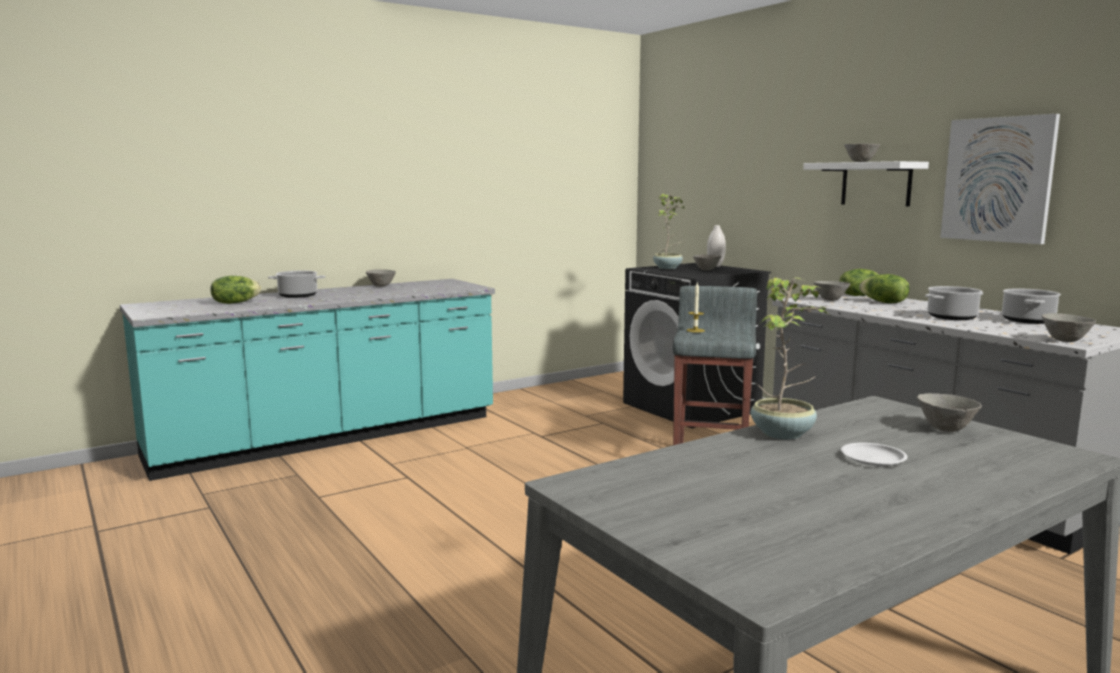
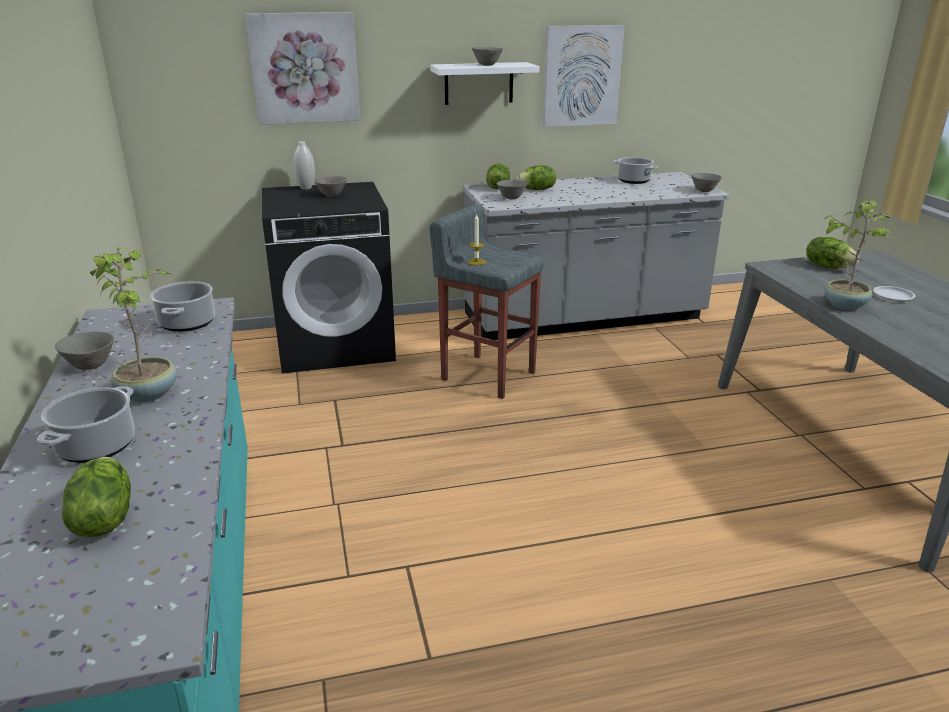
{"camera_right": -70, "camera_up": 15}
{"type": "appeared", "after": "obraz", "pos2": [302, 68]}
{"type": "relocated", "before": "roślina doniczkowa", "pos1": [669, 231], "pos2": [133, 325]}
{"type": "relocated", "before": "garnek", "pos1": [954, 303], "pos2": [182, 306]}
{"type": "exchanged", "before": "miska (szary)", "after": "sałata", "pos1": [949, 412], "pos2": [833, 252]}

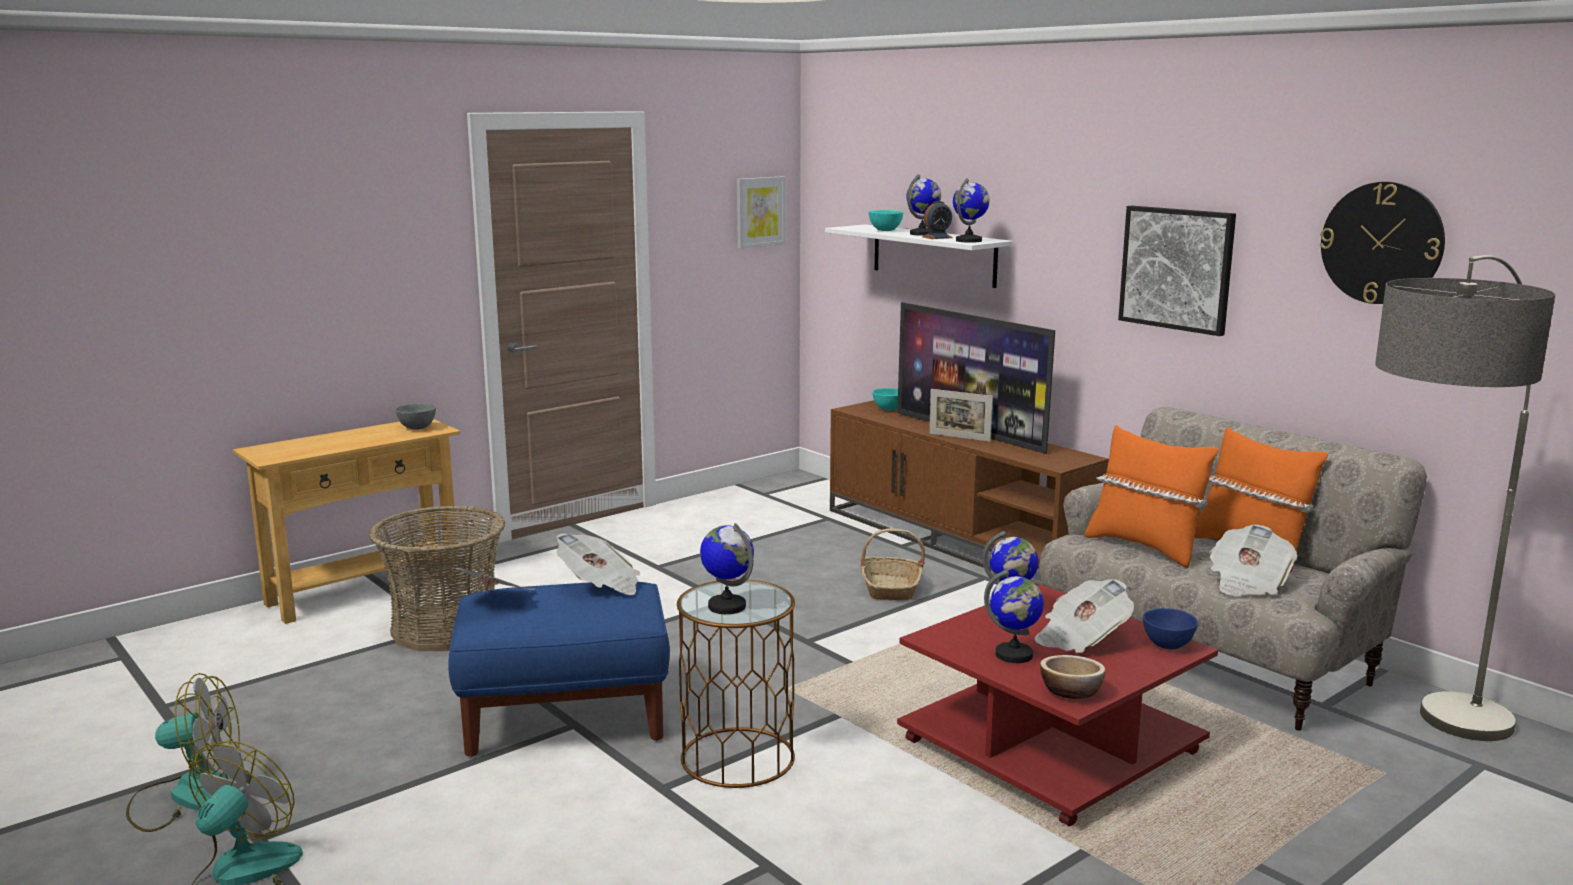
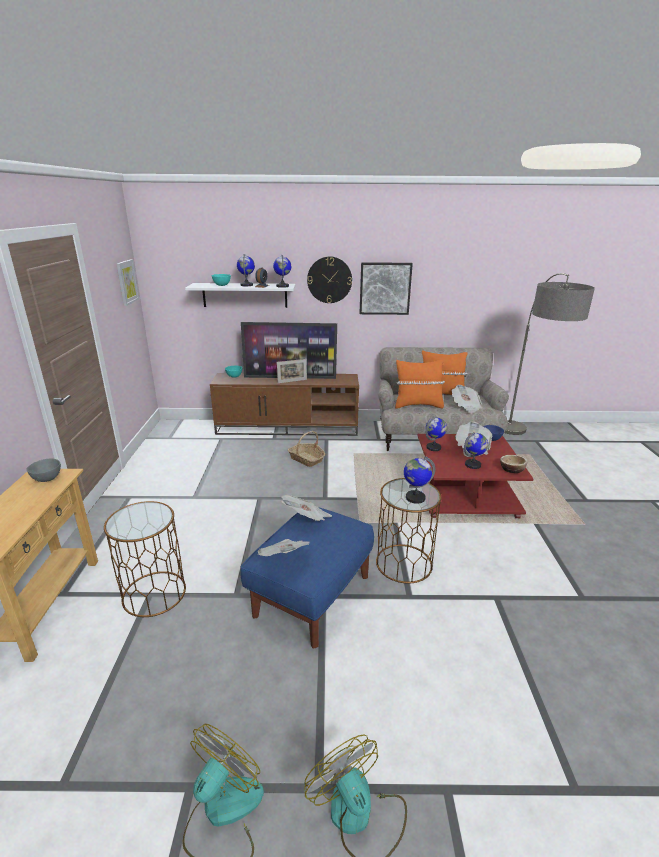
{"camera_right": -50, "camera_up": 10}
{"type": "relocated", "before": "zegar ścienny", "pos1": [1382, 243], "pos2": [329, 279]}
{"type": "exchanged", "before": "koszyk", "after": "stolik (brązowy)", "pos1": [437, 578], "pos2": [145, 559]}

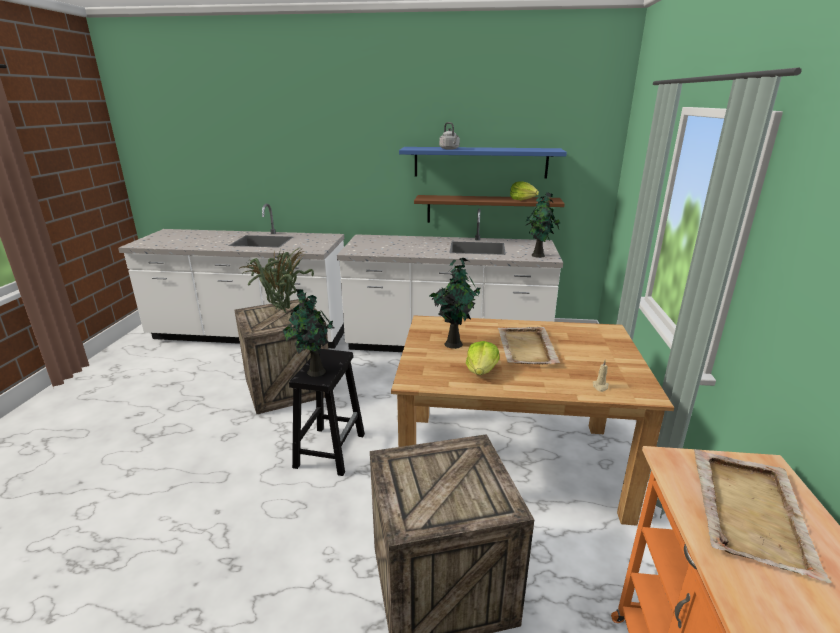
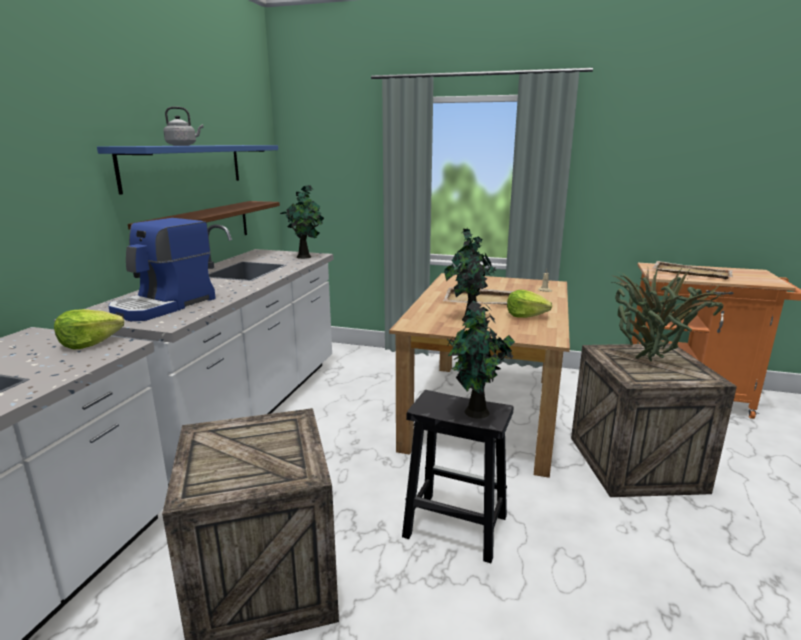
{"camera_right": -80, "camera_up": -5}
{"type": "appeared", "after": "ekspres do kawy", "pos2": [162, 269]}
{"type": "relocated", "before": "roślina doniczkowa", "pos1": [277, 280], "pos2": [668, 314]}
{"type": "relocated", "before": "sałata", "pos1": [524, 190], "pos2": [89, 329]}

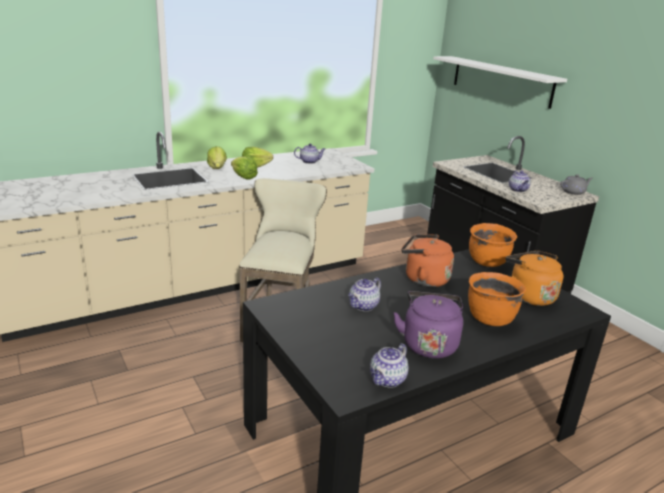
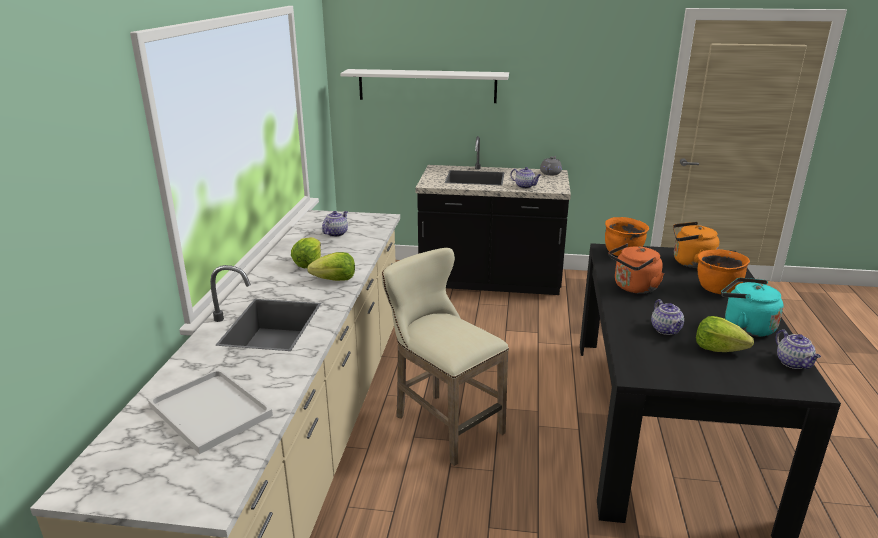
{"camera_right": -50, "camera_up": 0}
{"type": "appeared", "after": "taca (biały)", "pos2": [210, 411]}
{"type": "relocated", "before": "sałata", "pos1": [217, 157], "pos2": [725, 334]}
{"type": "colour", "before": "czajnik (fioletowy)", "after": "czajnik (turkusowy)", "pos1": [428, 325], "pos2": [752, 307]}

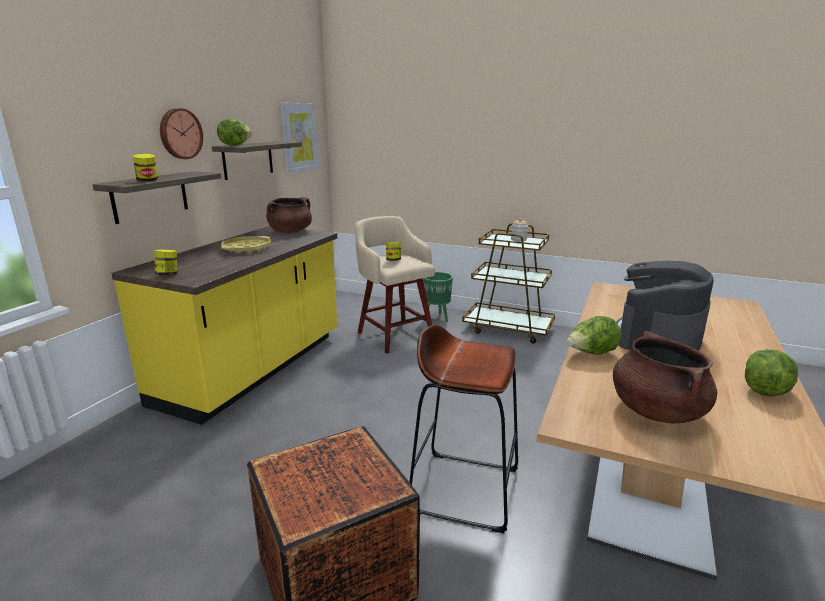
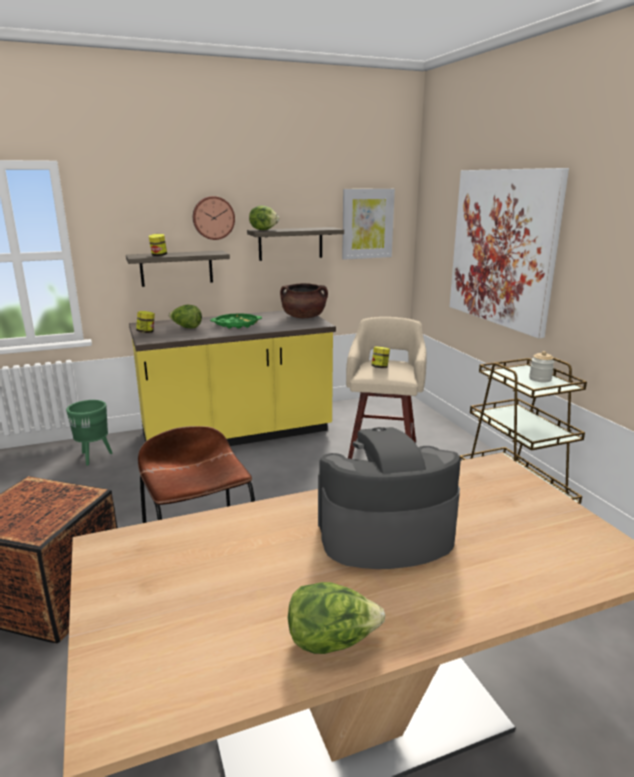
{"camera_right": 45, "camera_up": 0}
{"type": "missing", "before": "garnek (brązowy)", "pos1": [665, 377]}
{"type": "appeared", "after": "obraz", "pos2": [509, 253]}
{"type": "relocated", "before": "donica (zielony)", "pos1": [438, 297], "pos2": [89, 432]}
{"type": "relocated", "before": "sałata", "pos1": [594, 335], "pos2": [185, 316]}
{"type": "colour", "before": "taca (żółty)", "after": "taca (zielony)", "pos1": [246, 244], "pos2": [236, 321]}

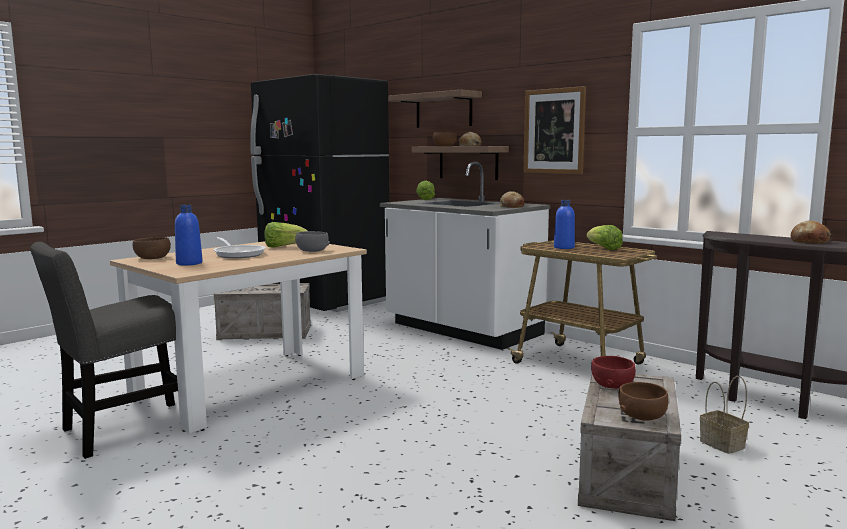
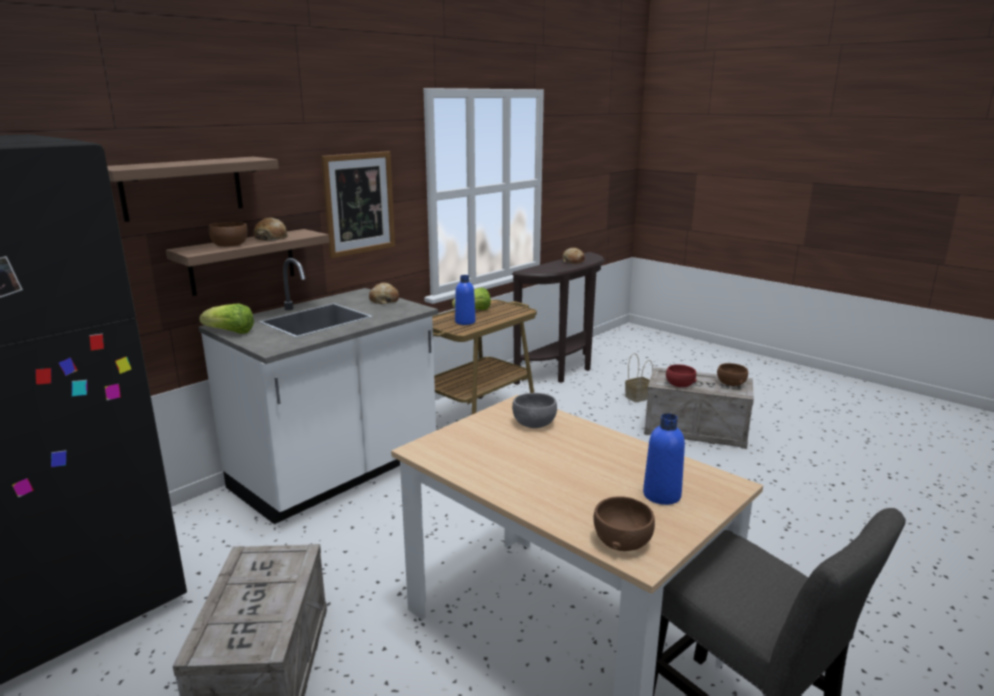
{"camera_right": -90, "camera_up": 10}
{"type": "missing", "before": "patelnia", "pos1": [240, 247]}
{"type": "missing", "before": "sałata", "pos1": [285, 235]}

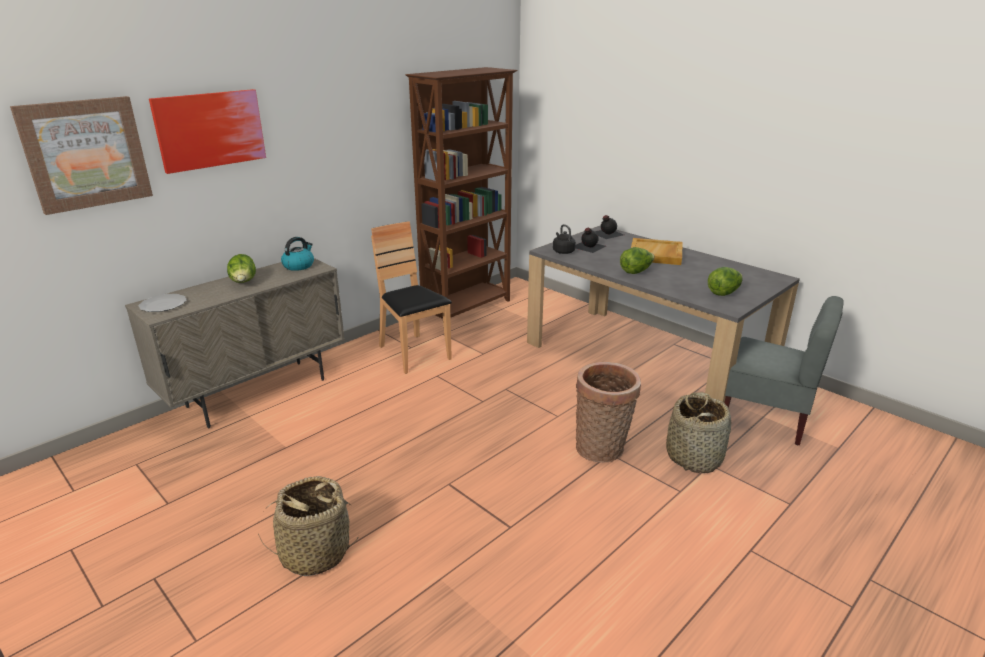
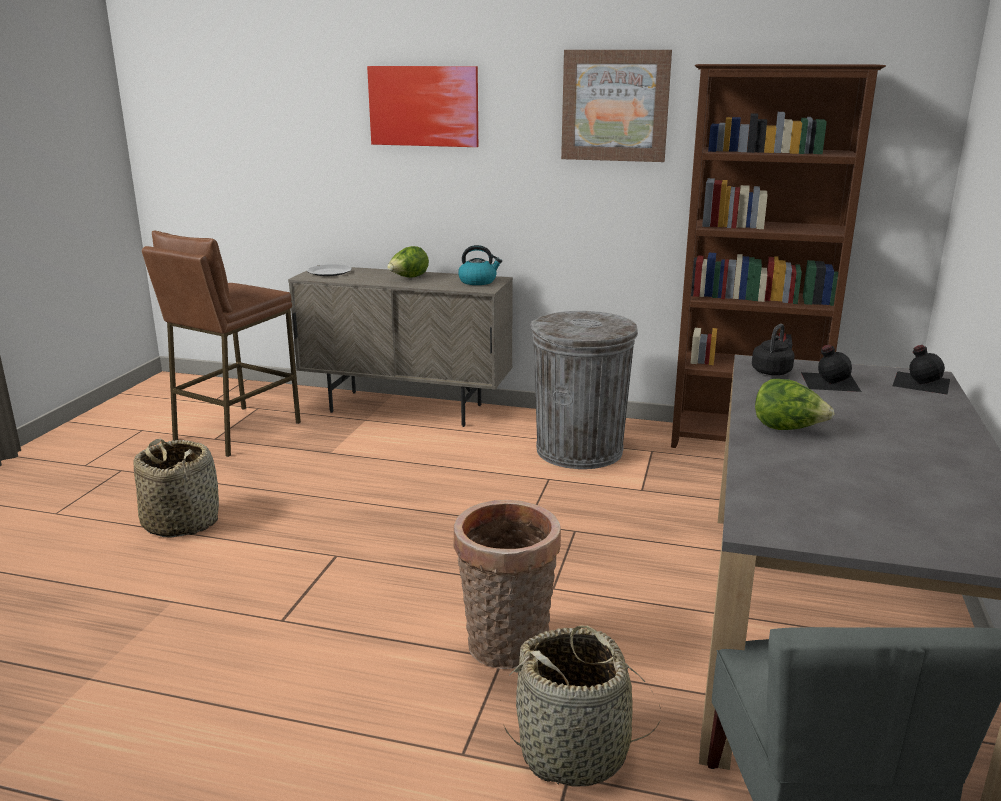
{"camera_right": 60, "camera_up": -5}
{"type": "missing", "before": "taca (beżowy)", "pos1": [657, 251]}
{"type": "missing", "before": "sałata", "pos1": [725, 281]}
{"type": "appeared", "after": "stołek (brązowy)", "pos2": [221, 344]}
{"type": "relocated", "before": "obraz", "pos1": [81, 155], "pos2": [616, 106]}
{"type": "exchanged", "before": "krzesło (brązowy)", "after": "kosz na śmieci (szary)", "pos1": [411, 297], "pos2": [584, 390]}

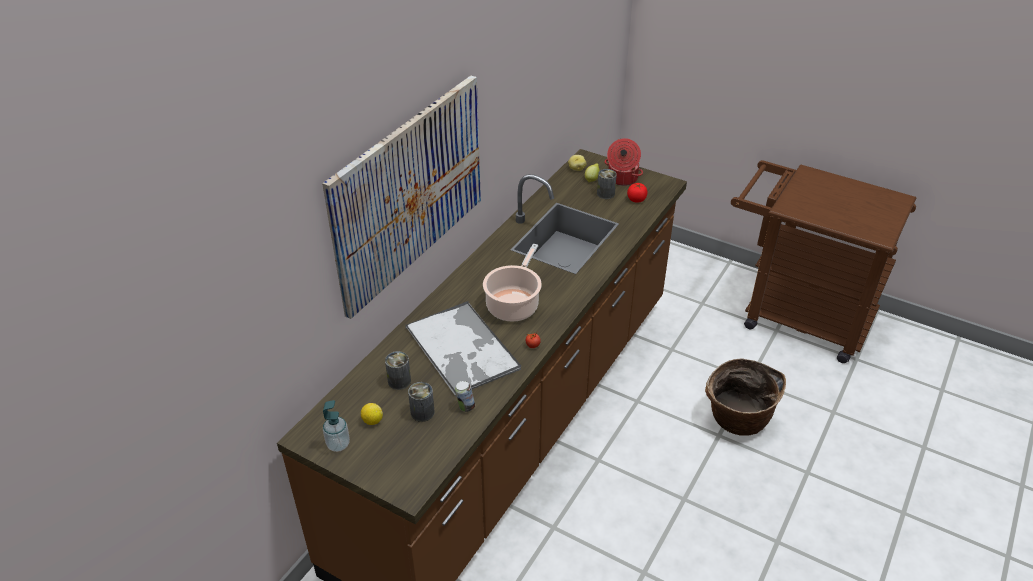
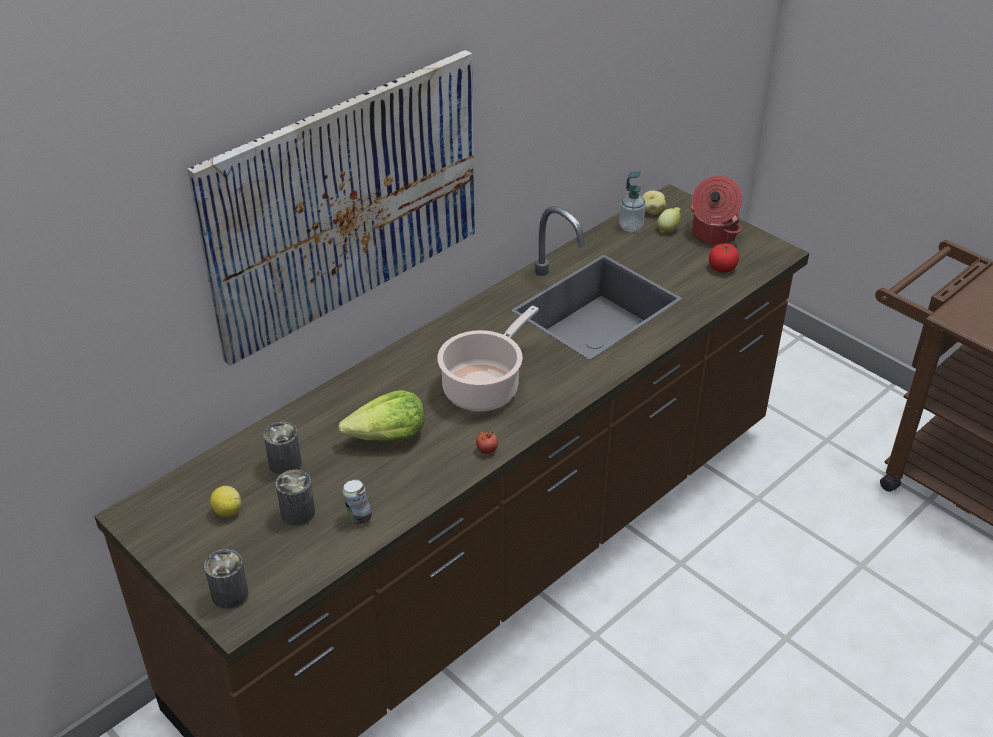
{"camera_right": 15, "camera_up": 0}
{"type": "missing", "before": "koszyk", "pos1": [745, 397]}
{"type": "relocated", "before": "dozownik mydła", "pos1": [336, 426], "pos2": [632, 201]}
{"type": "relocated", "before": "puszka", "pos1": [607, 184], "pos2": [226, 579]}
{"type": "exchanged", "before": "taca", "after": "sałata", "pos1": [463, 348], "pos2": [381, 415]}

